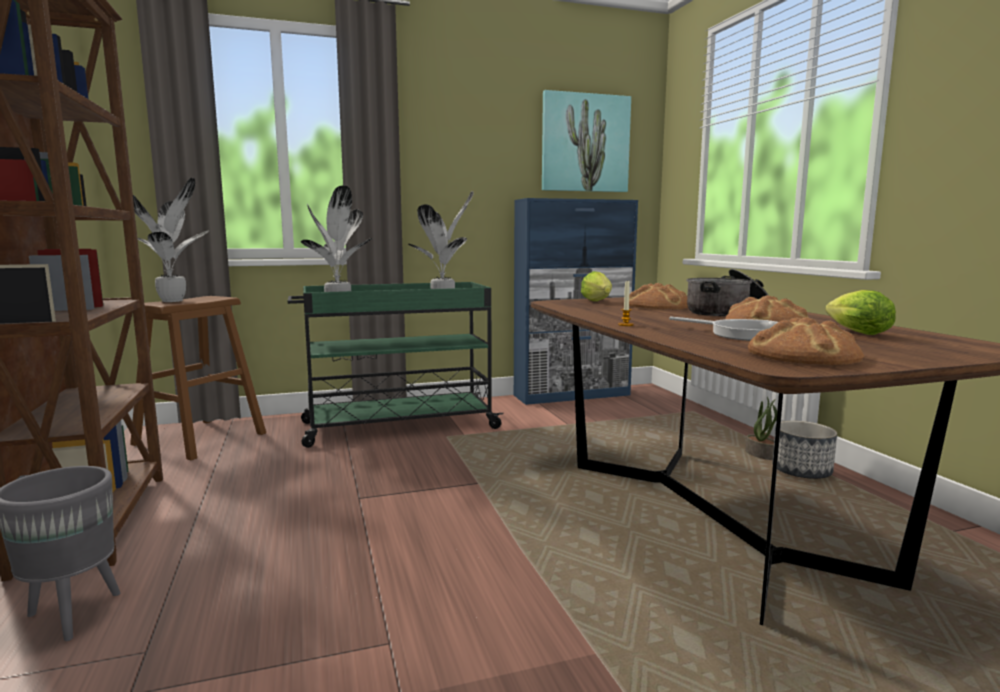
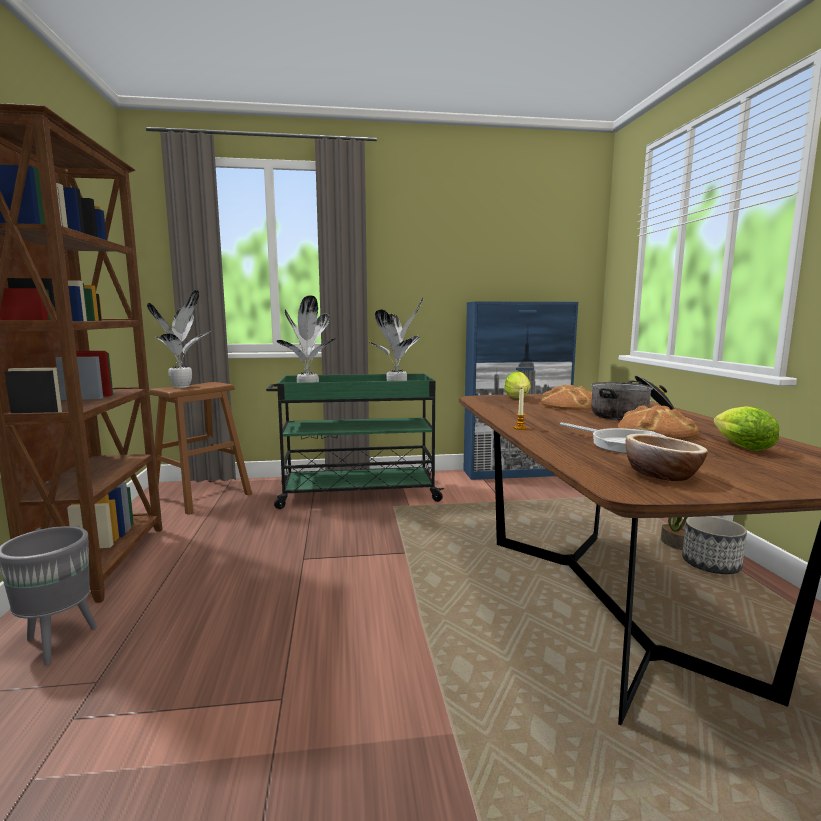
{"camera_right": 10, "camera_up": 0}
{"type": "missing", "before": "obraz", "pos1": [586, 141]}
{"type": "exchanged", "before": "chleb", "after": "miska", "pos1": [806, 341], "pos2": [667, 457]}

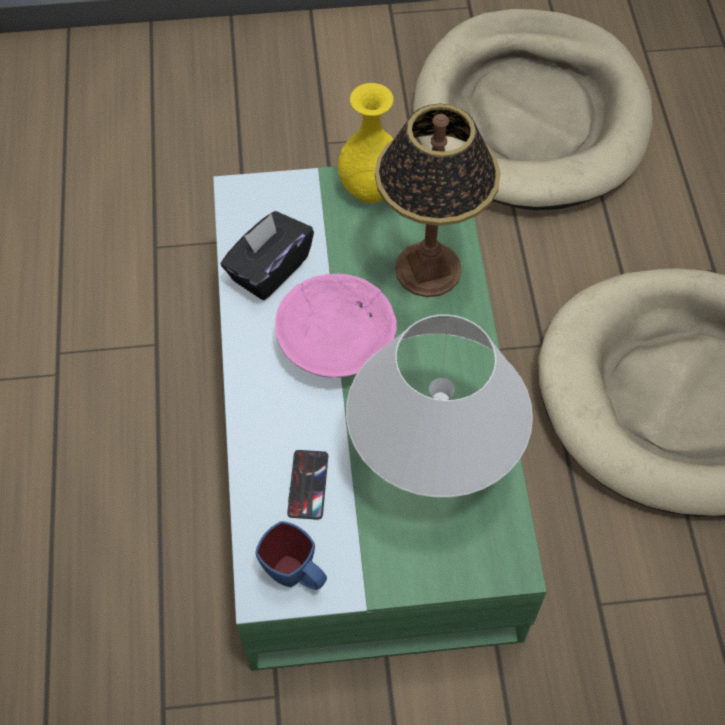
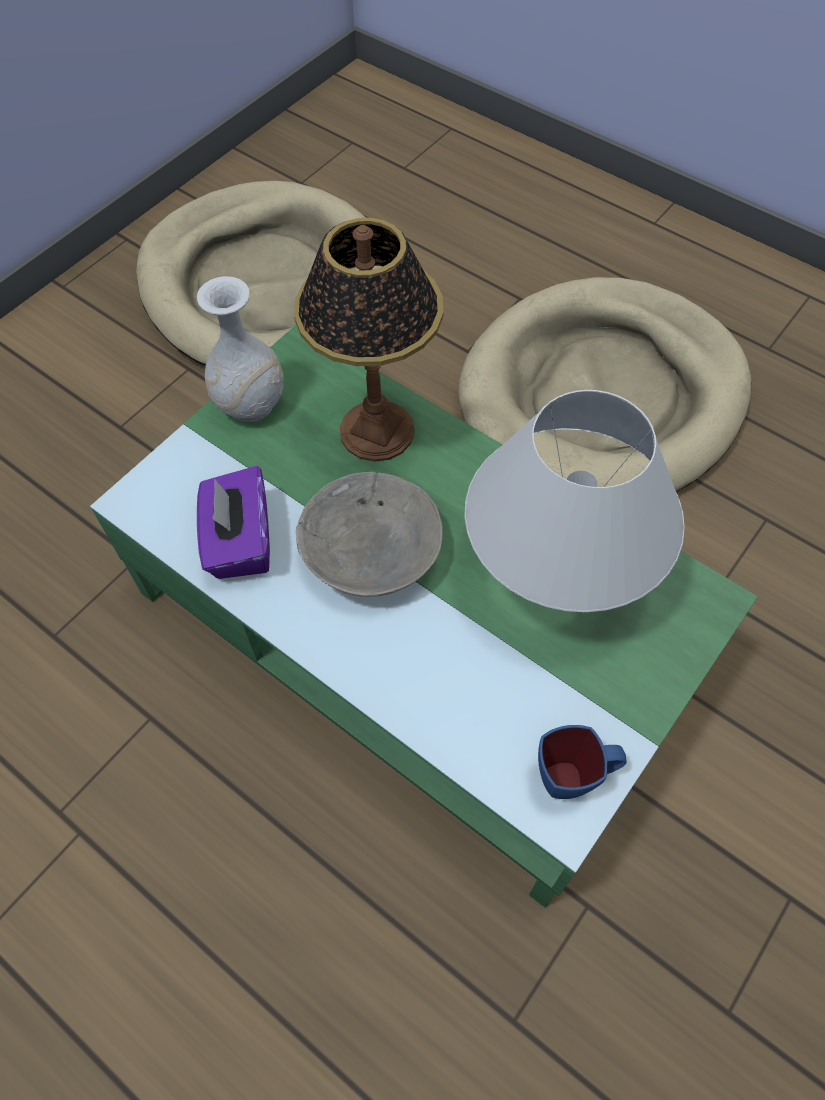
{"camera_right": -45, "camera_up": 0}
{"type": "missing", "before": "telefon", "pos1": [307, 485]}
{"type": "colour", "before": "pudełko chusteczek (czarny)", "after": "pudełko chusteczek (fioletowy)", "pos1": [267, 255], "pos2": [233, 522]}
{"type": "colour", "before": "miska (różowy)", "after": "miska (szary)", "pos1": [336, 326], "pos2": [369, 534]}
{"type": "colour", "before": "wazon (żółty)", "after": "wazon (biały)", "pos1": [365, 143], "pos2": [240, 349]}

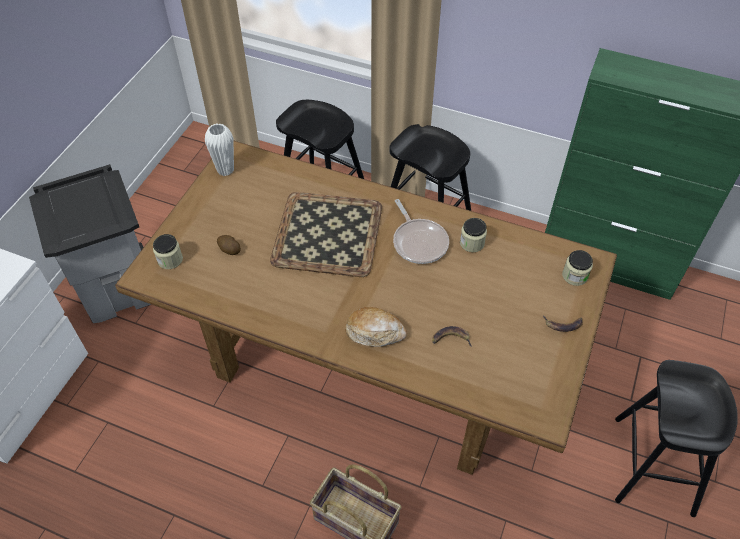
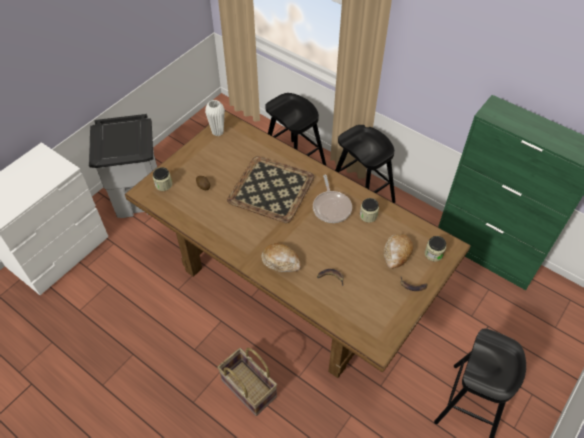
{"camera_right": 15, "camera_up": 0}
{"type": "appeared", "after": "chleb", "pos2": [398, 251]}

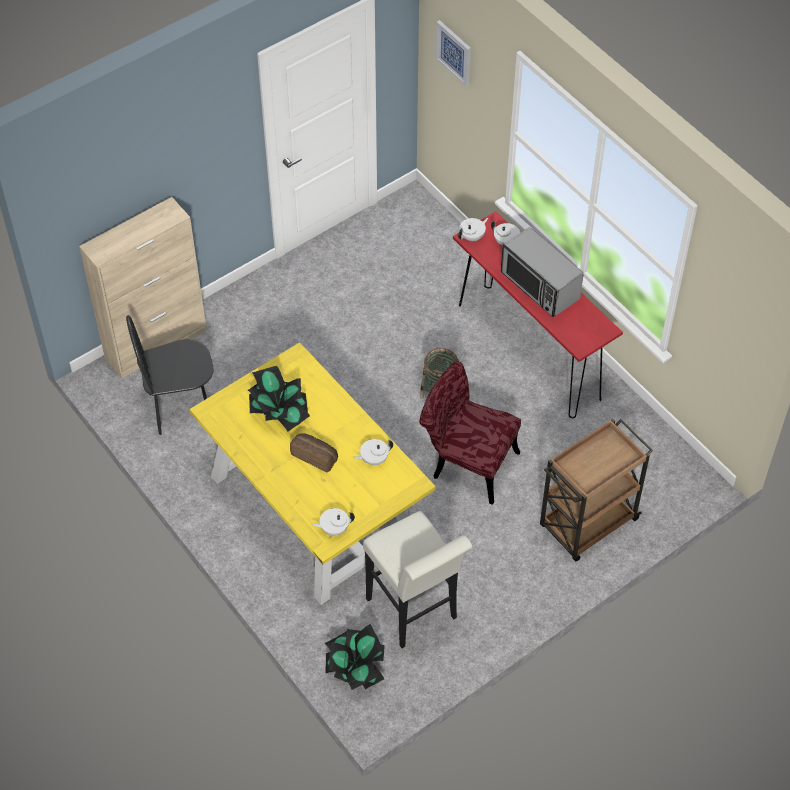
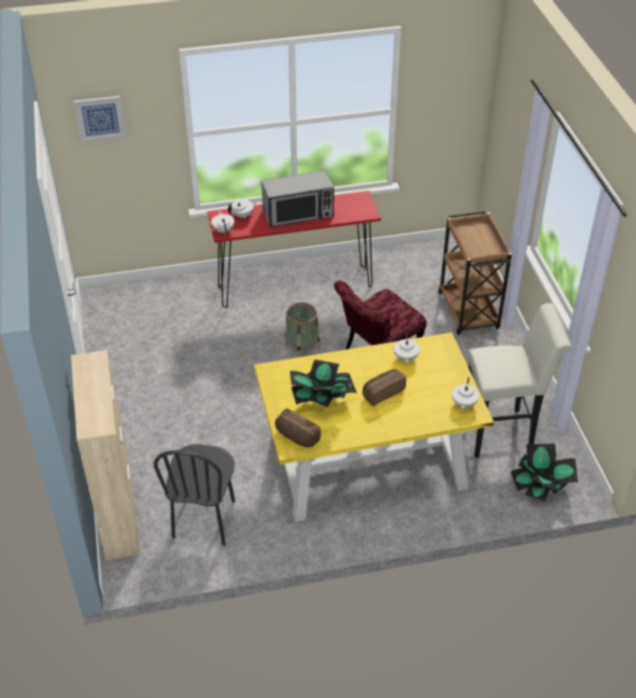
{"camera_right": -65, "camera_up": -10}
{"type": "appeared", "after": "chleb", "pos2": [298, 428]}

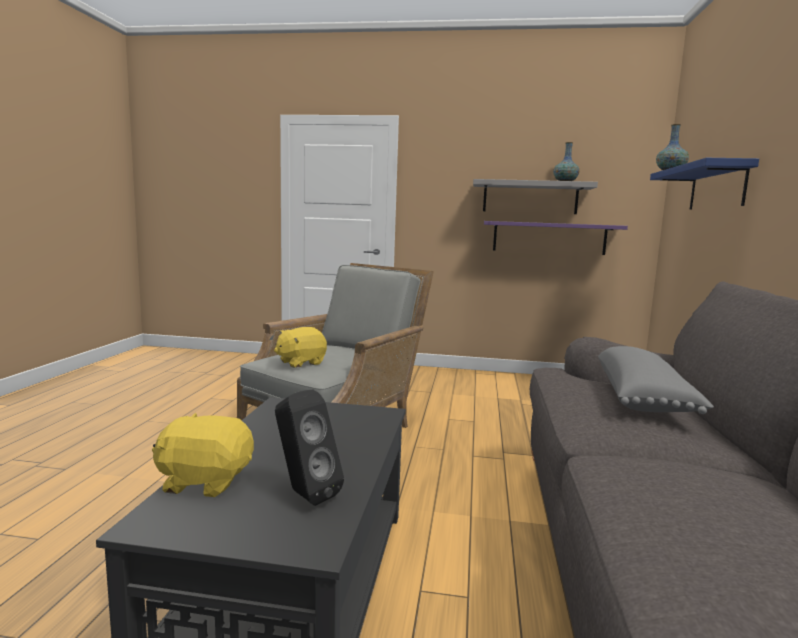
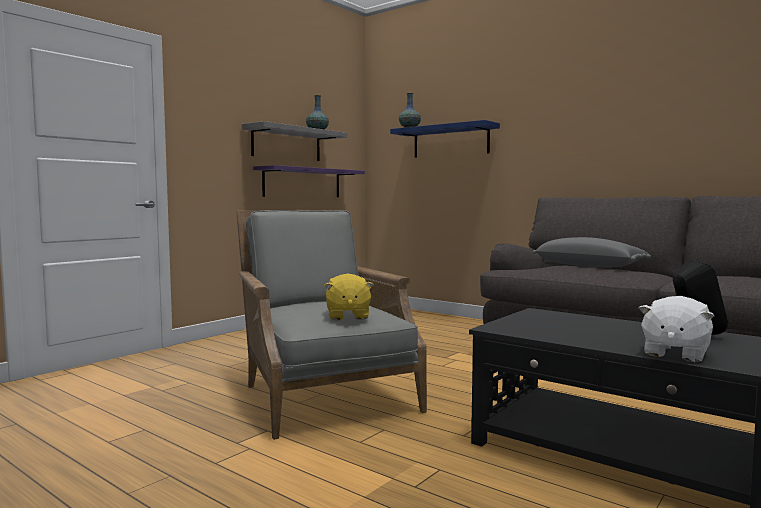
{"camera_right": -60, "camera_up": -5}
{"type": "colour", "before": "pluszak (żółty)", "after": "pluszak (biały)", "pos1": [203, 455], "pos2": [676, 329]}

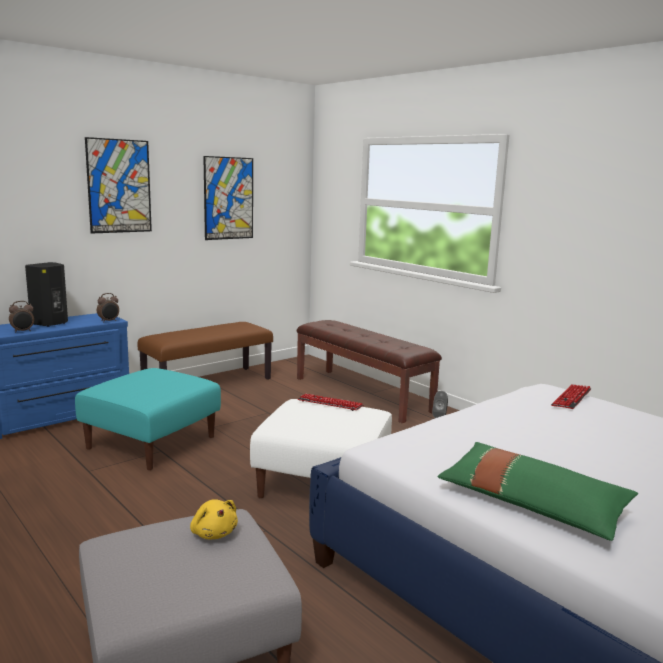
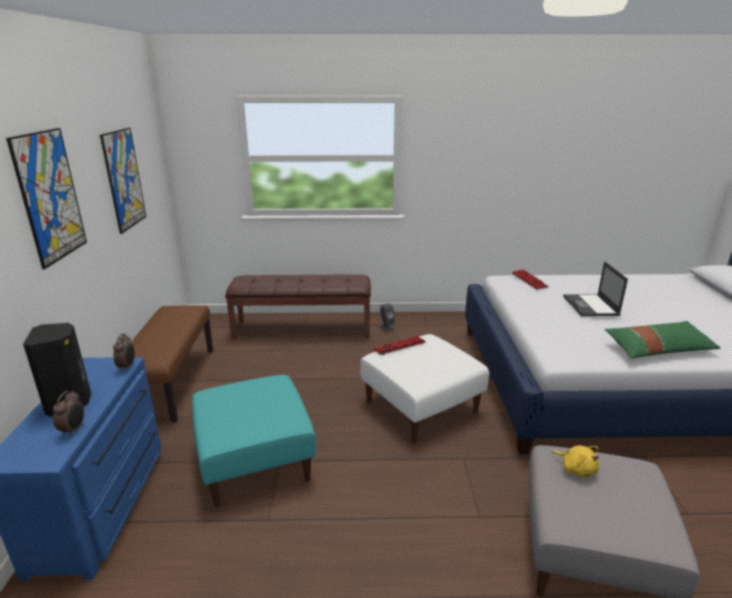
{"camera_right": -50, "camera_up": 10}
{"type": "appeared", "after": "laptop", "pos2": [595, 288]}
{"type": "spun", "before": "pluszak (żółty)", "pos1": [214, 519], "pos2": [575, 461], "turn": 45}

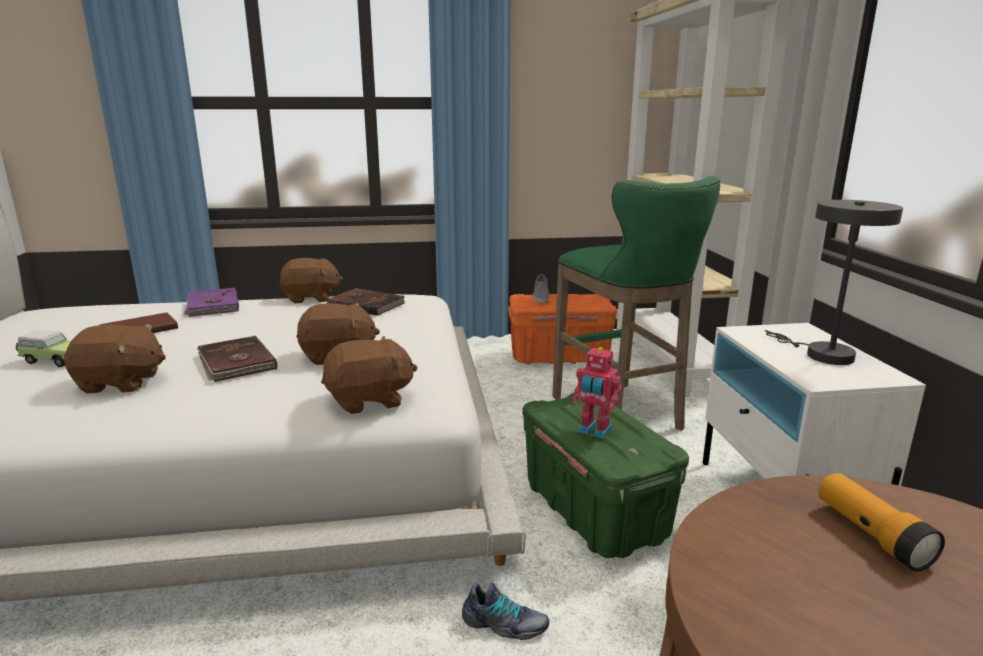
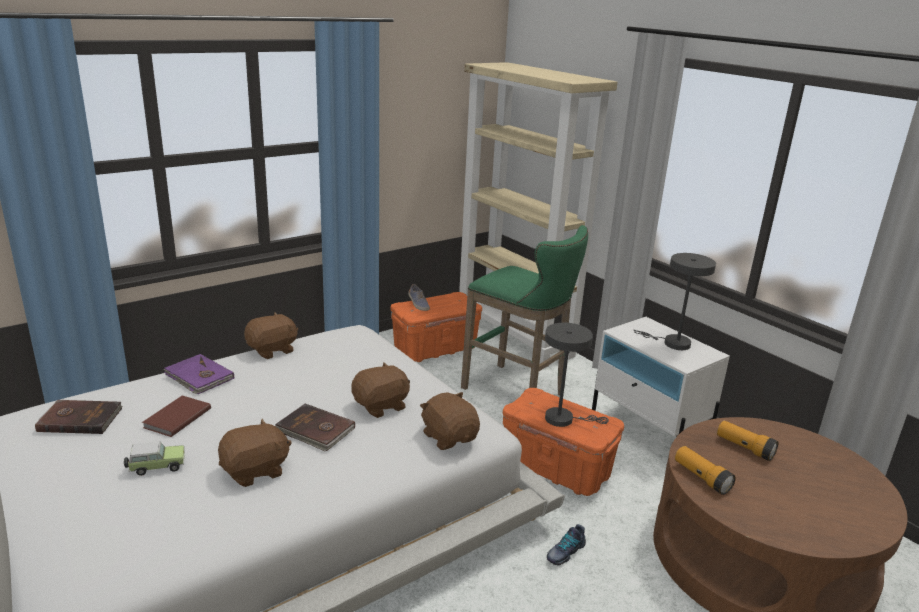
{"camera_right": -30, "camera_up": 5}
{"type": "appeared", "after": "latarka", "pos2": [705, 470]}
{"type": "relocated", "before": "książka (brązowy)", "pos1": [366, 302], "pos2": [79, 417]}
{"type": "exchanged", "before": "robot zabawkowy", "after": "lampa stołowa (szary)", "pos1": [597, 393], "pos2": [577, 375]}
{"type": "colour", "before": "pojemnik do przechowywania (zielony)", "after": "pojemnik do przechowywania (pomarańczowy)", "pos1": [605, 475], "pos2": [563, 442]}
{"type": "spun", "before": "pluszak (brązowy)", "pos1": [369, 375], "pos2": [450, 421], "turn": -75}
{"type": "spun", "before": "but", "pos1": [505, 611], "pos2": [566, 544], "turn": 150}

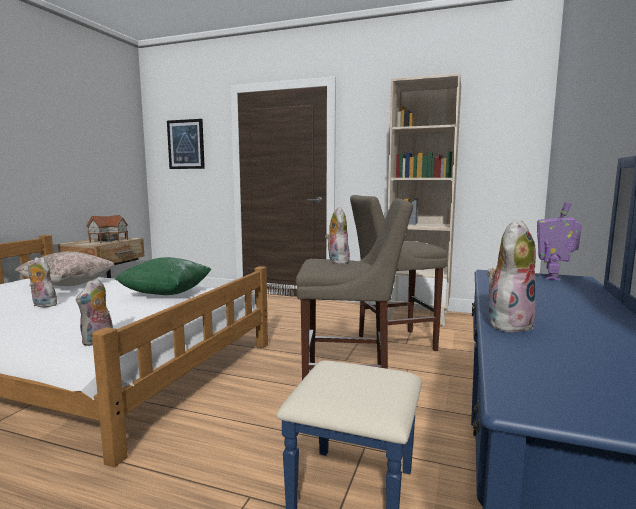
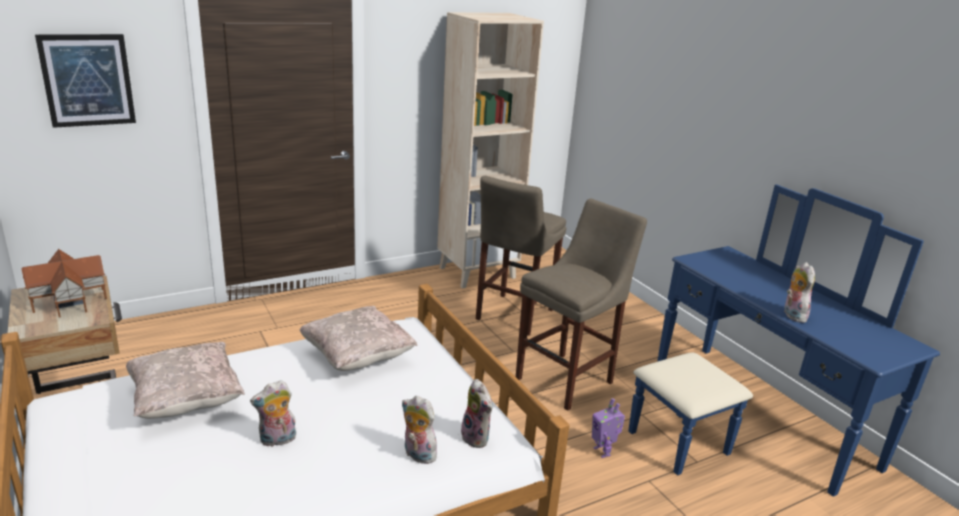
{"camera_right": -50, "camera_up": 15}
{"type": "relocated", "before": "pluszak", "pos1": [337, 235], "pos2": [419, 430]}
{"type": "relocated", "before": "robot zabawkowy", "pos1": [559, 241], "pos2": [608, 428]}
{"type": "colour", "before": "poduszka (zielony)", "after": "poduszka (beżowy)", "pos1": [163, 276], "pos2": [359, 338]}

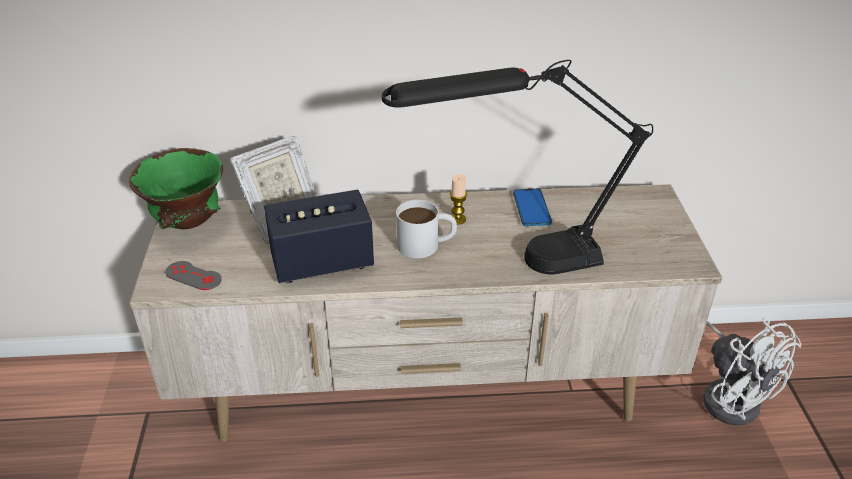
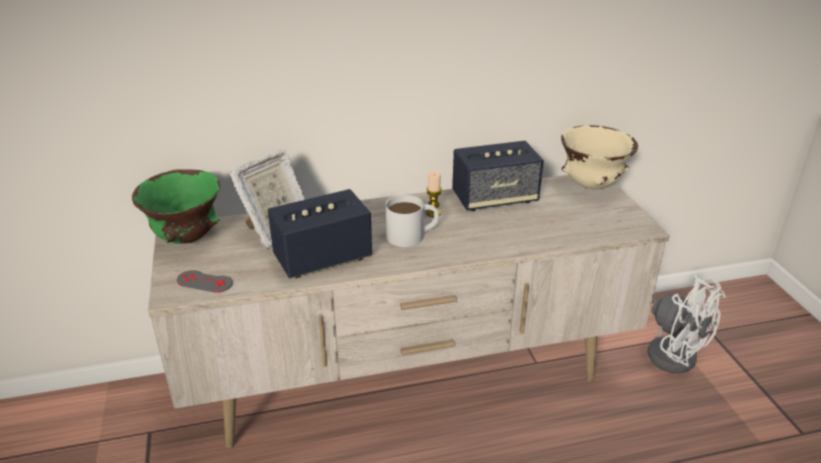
{"camera_right": -10, "camera_up": -5}
{"type": "missing", "before": "lampa stołowa (czarny)", "pos1": [517, 167]}
{"type": "appeared", "after": "miska (beżowy)", "pos2": [599, 157]}
{"type": "exchanged", "before": "telefon", "after": "głośnik", "pos1": [532, 207], "pos2": [498, 176]}

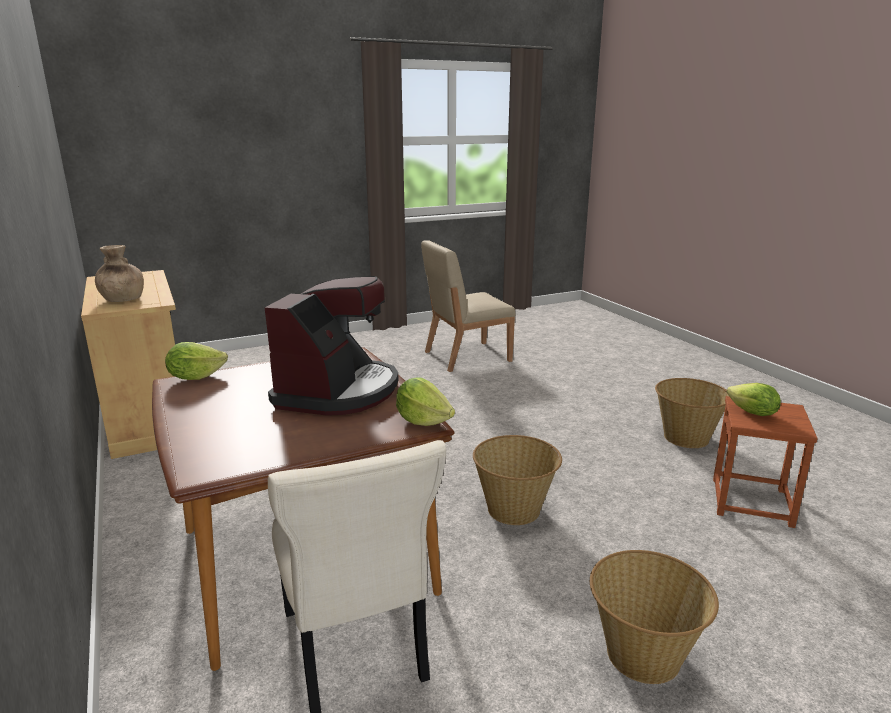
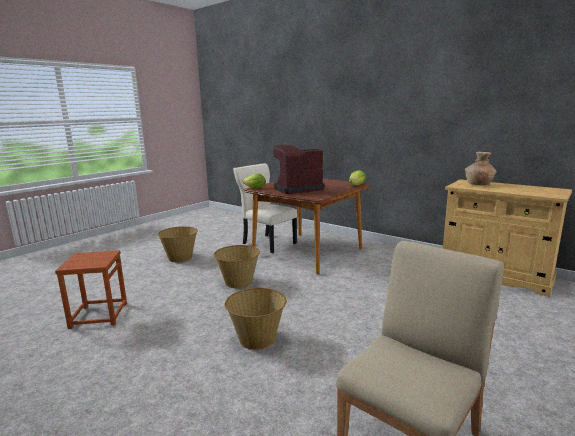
{"camera_right": 155, "camera_up": -5}
{"type": "missing", "before": "sałata", "pos1": [754, 399]}
{"type": "relocated", "before": "koszyk", "pos1": [692, 413], "pos2": [255, 319]}
{"type": "spun", "before": "ekspres do kawy", "pos1": [331, 346], "pos2": [299, 169], "turn": 75}

